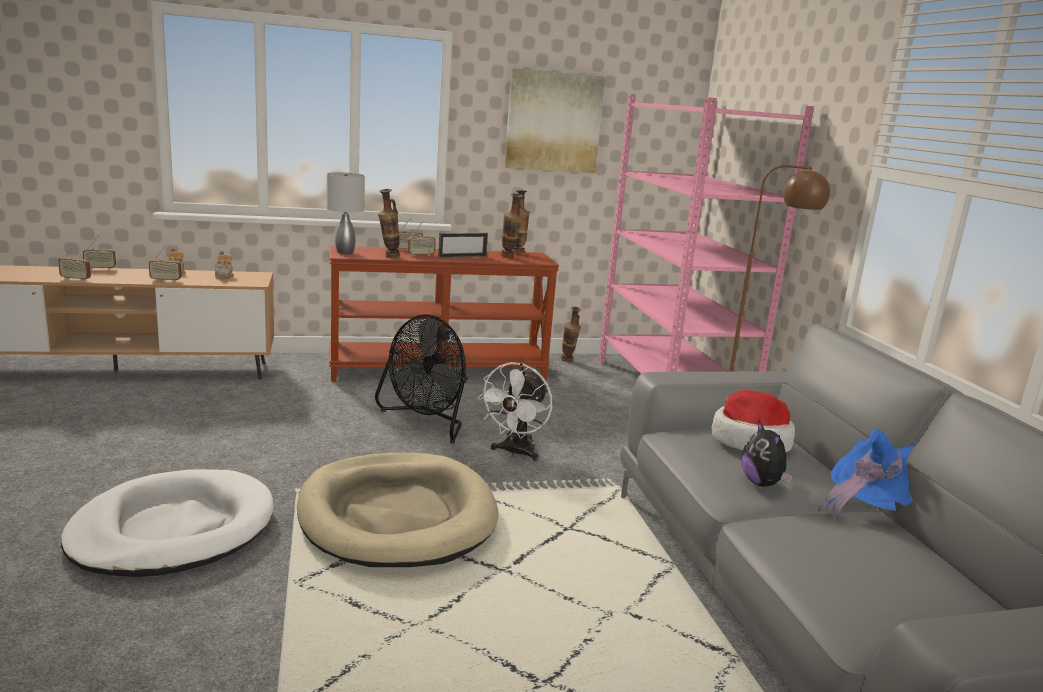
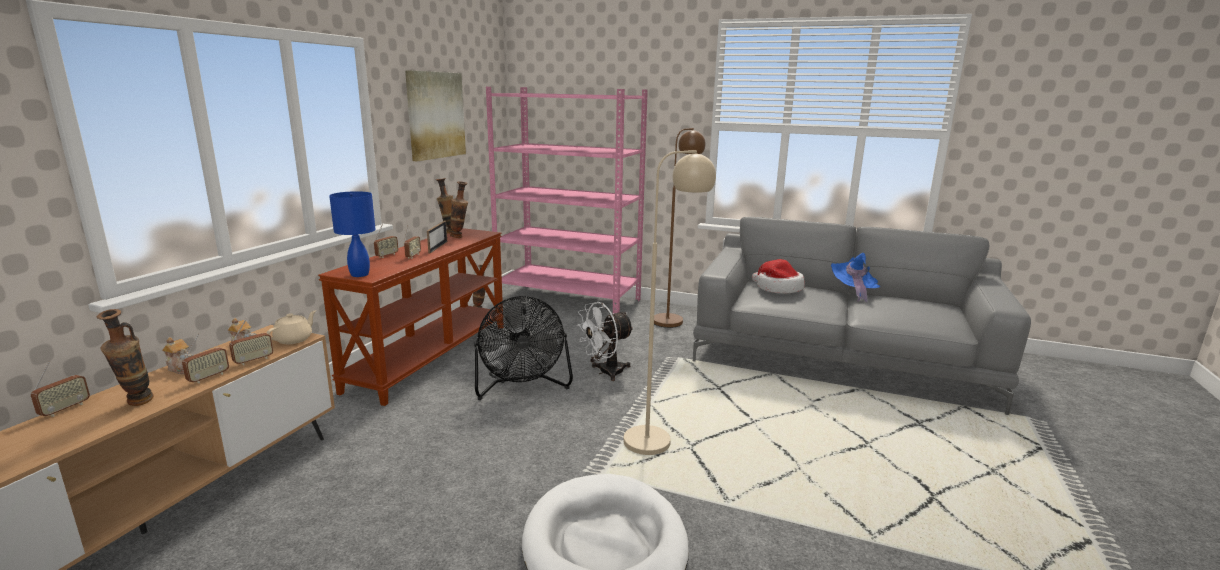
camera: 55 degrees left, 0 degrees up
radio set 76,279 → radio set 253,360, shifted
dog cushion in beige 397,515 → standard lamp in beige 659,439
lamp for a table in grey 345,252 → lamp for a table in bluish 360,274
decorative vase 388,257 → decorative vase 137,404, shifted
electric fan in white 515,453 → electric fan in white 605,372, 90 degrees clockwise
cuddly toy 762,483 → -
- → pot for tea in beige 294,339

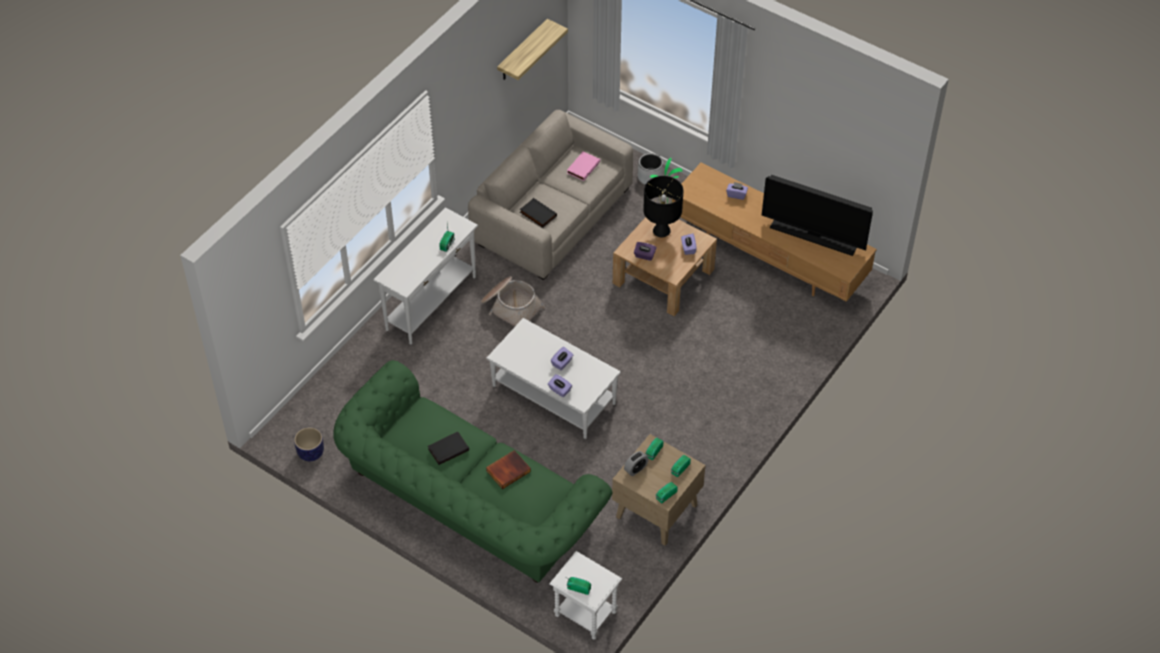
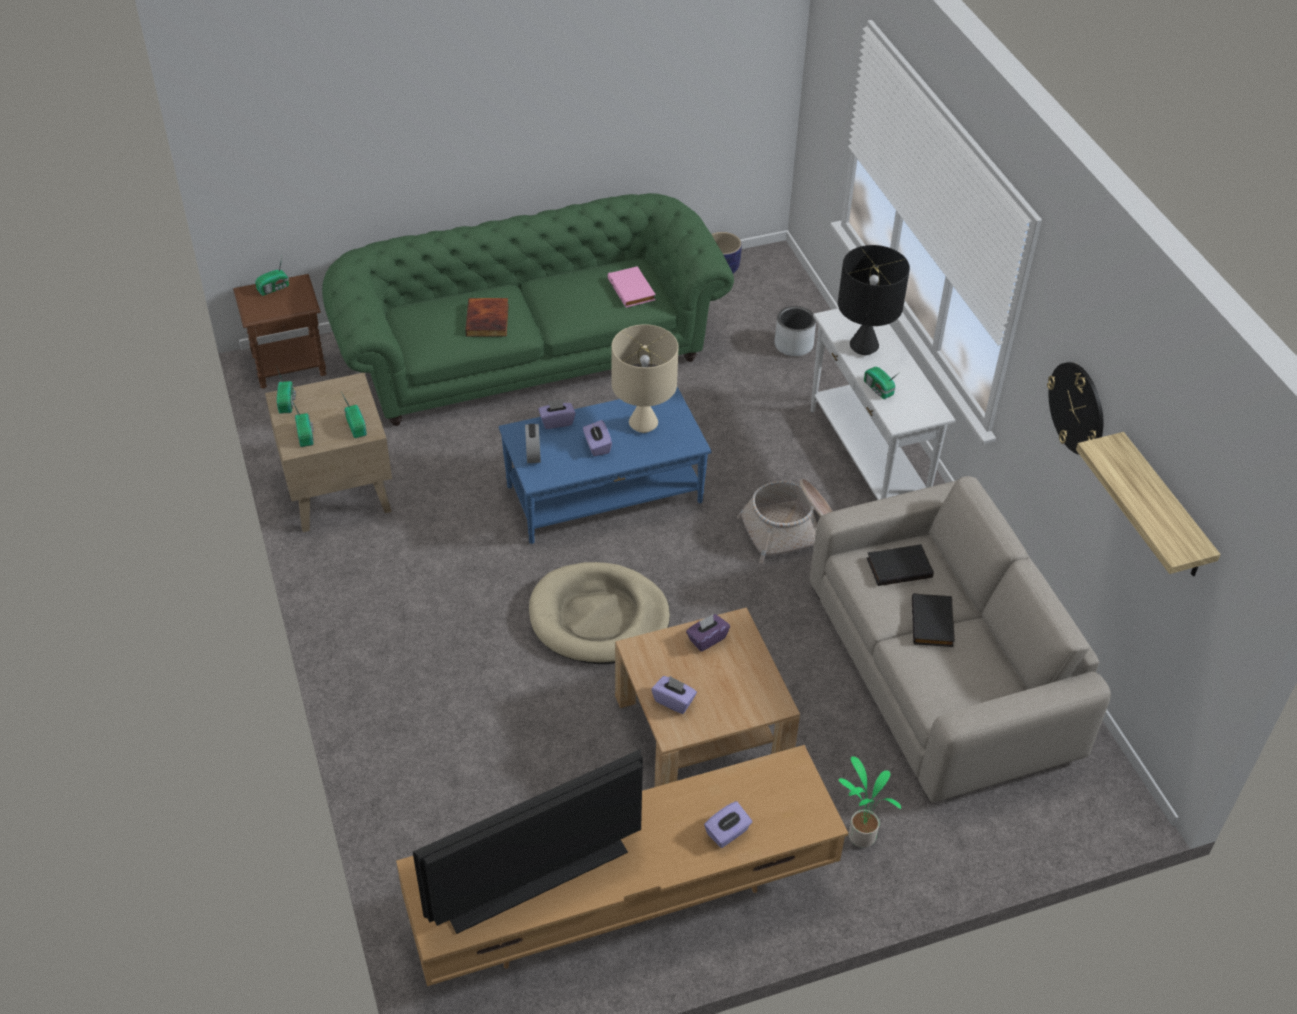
camera: 125 degrees right, 5 degrees down
book in black 448,449 → book in black 933,623, shifted
low table in white 553,394 → low table in bluish 605,494
accent table in white 585,614 → accent table in brownish 289,364
book in pink 582,167 → book in pink 632,289, shifted
bedside clock 636,469 → bedside clock 533,454, shifted
flower pot in grey 649,177 → flower pot in grey 794,345, shifted
lamp for a table in black 661,232 → lamp for a table in black 863,347, shifted
- → dog cushion in beige 599,618
- → lamp for a table in beige 643,425
- → hanging clock 1077,408

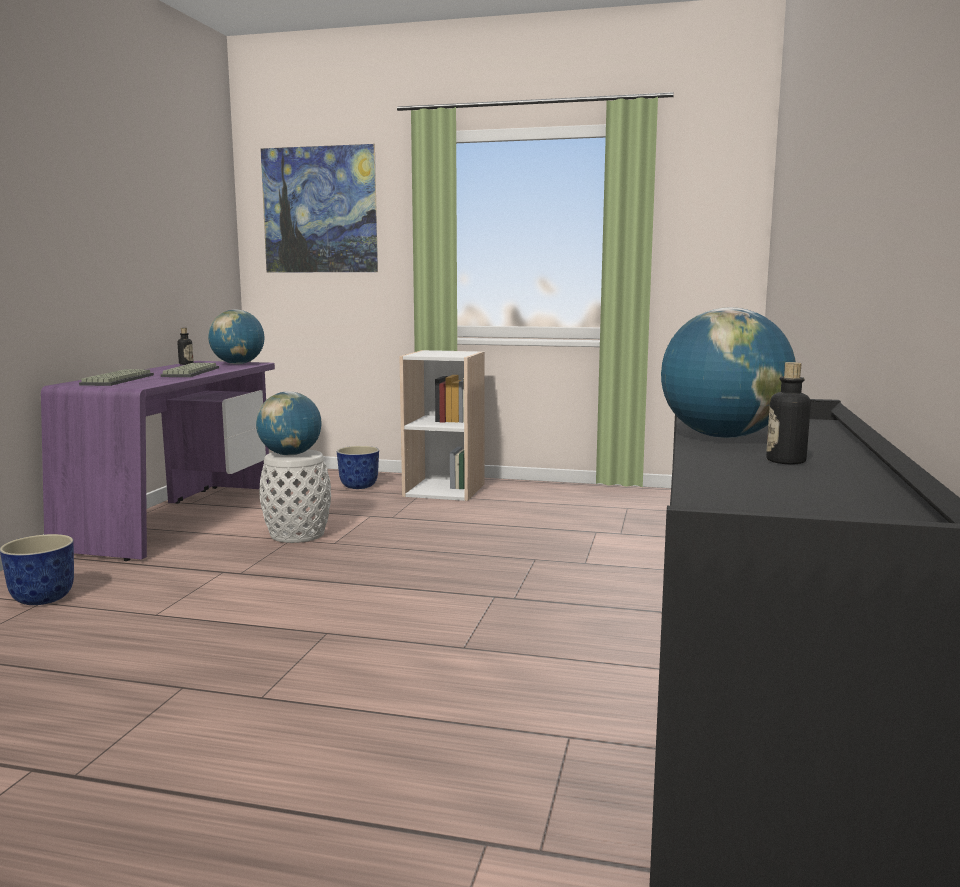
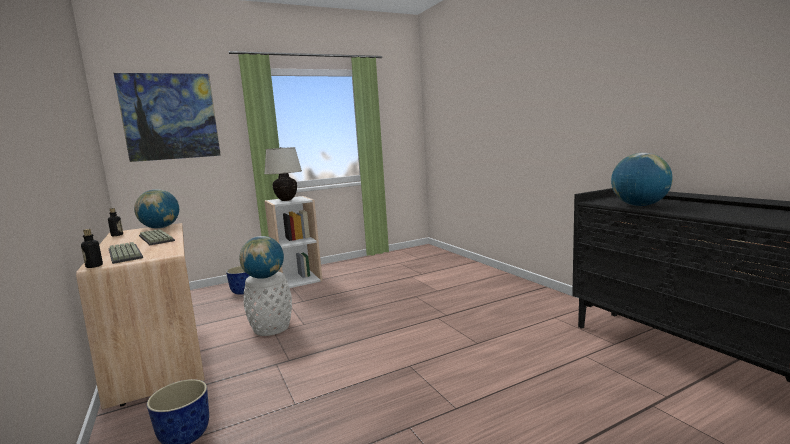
camera: 40 degrees left, 0 degrees up
desk unit in purplish 178,518 → desk unit in beige 160,348
bottle 785,461 → bottle 94,266, shifted
- → lamp for a table in beige 286,200

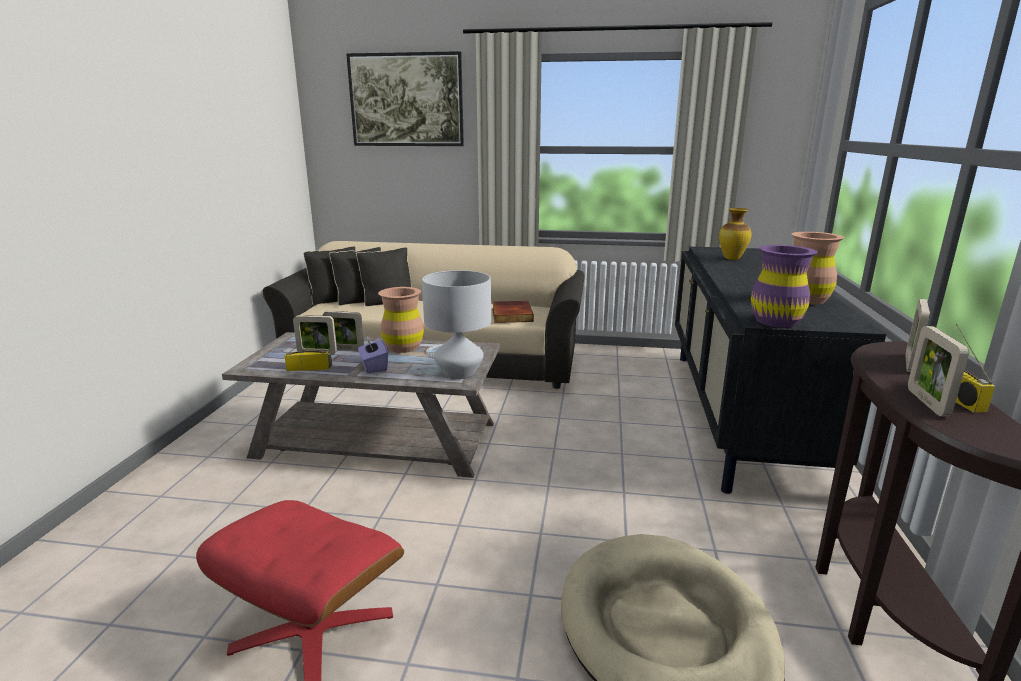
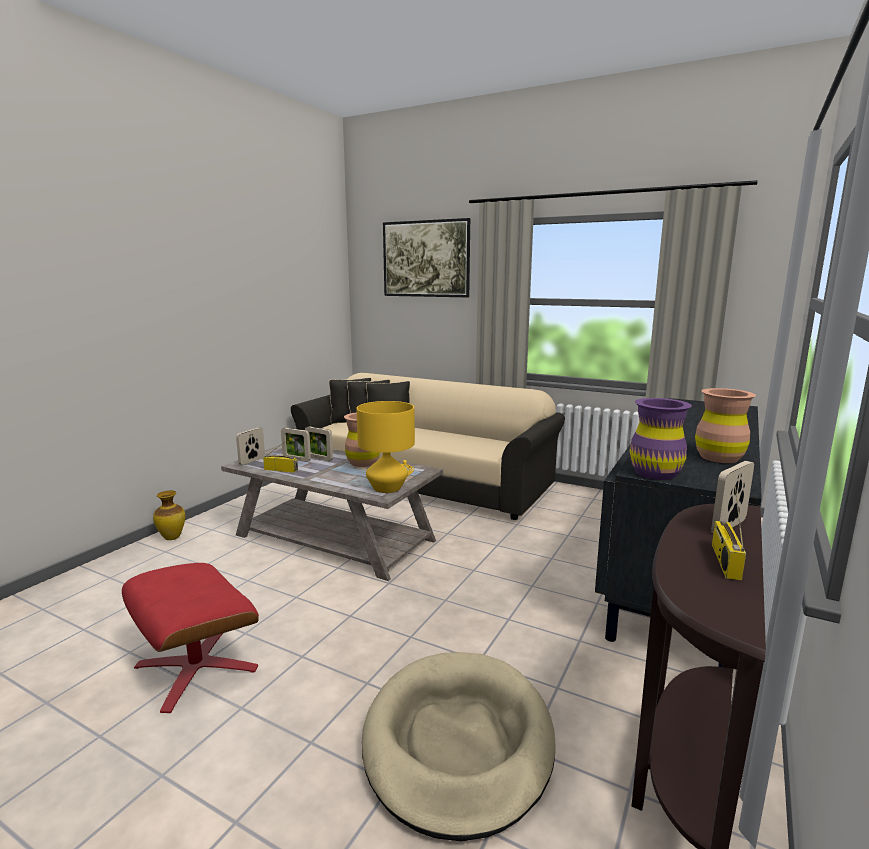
camera: 20 degrees right, 5 degrees down
tissue box in purplish 374,367 → -
lamp for a table in grey 455,364 → lamp for a table in yellow 390,481
book 510,315 → -
decorative vase 731,259 → decorative vase 172,538, shifted
picture frame 927,402 → picture frame 252,461, shifted

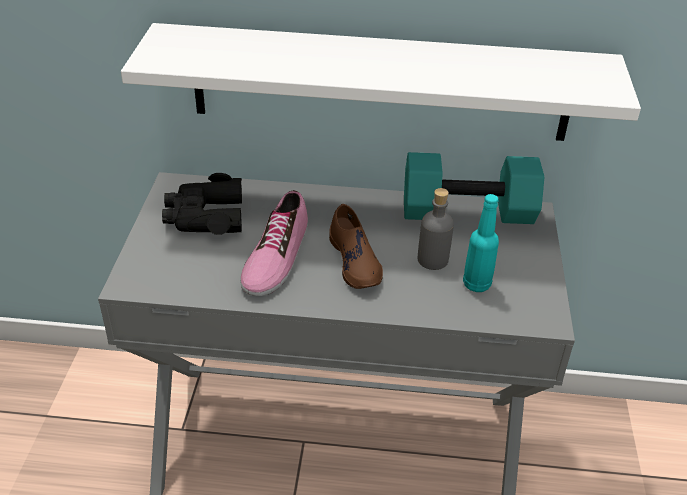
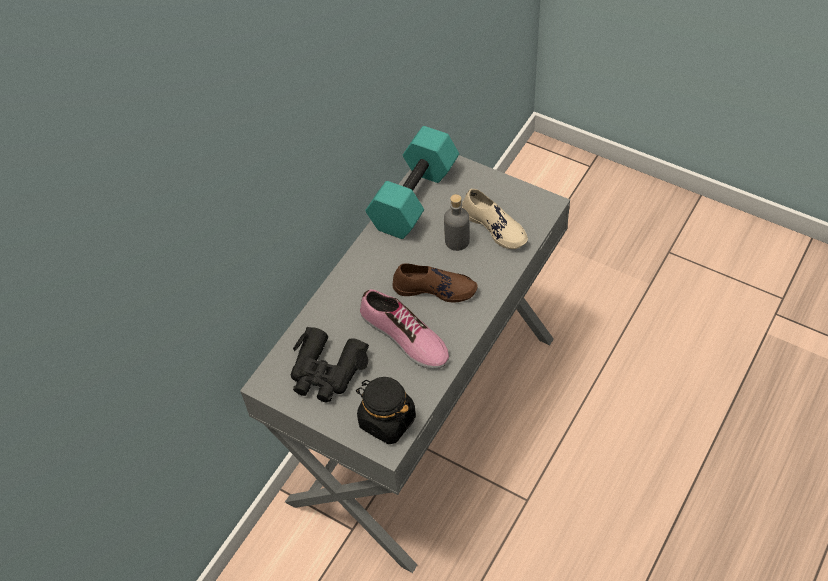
camera: 60 degrees left, 15 degrees up
shelf in white 380,83 → -
bottle in turquoise-coloured 477,284 → shoe in beige 495,226
- → jar in black 387,420

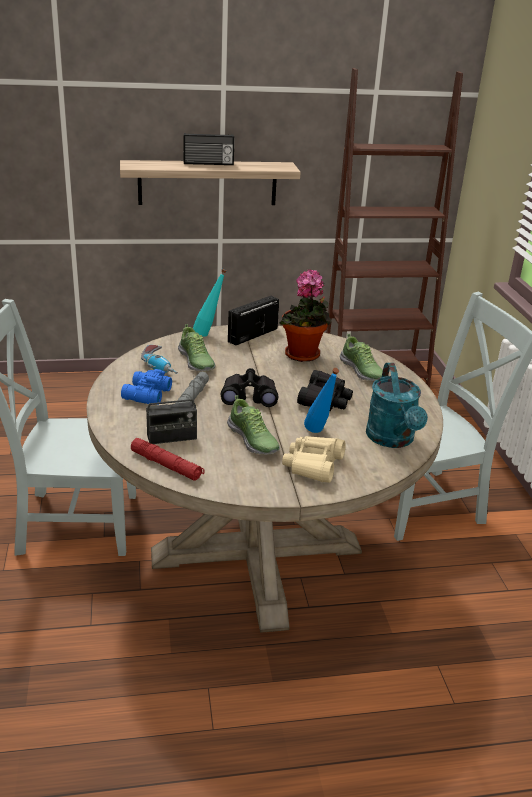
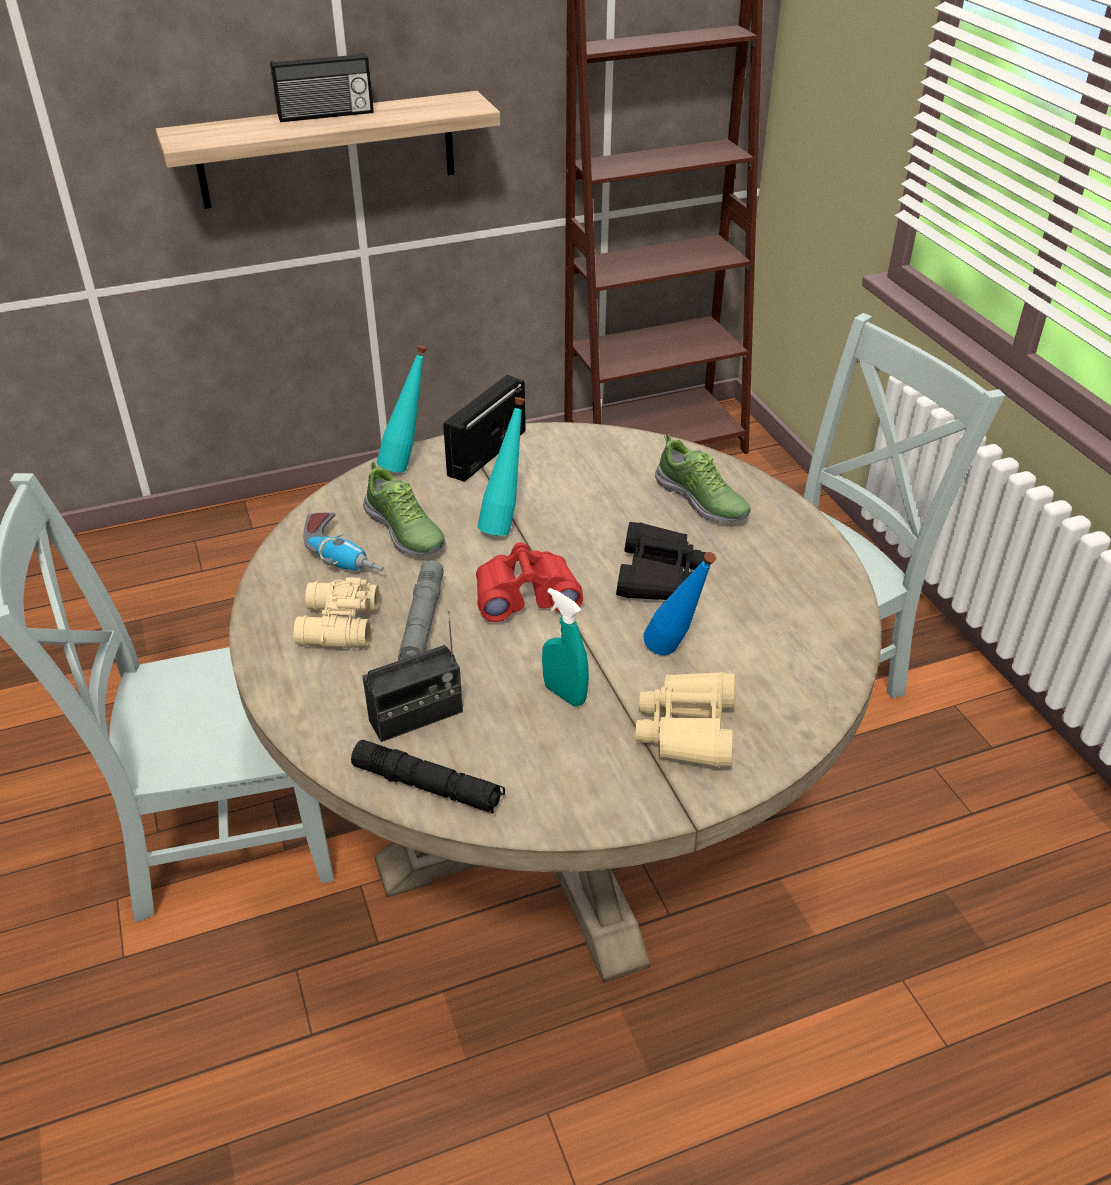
camera: 10 degrees left, 10 degrees up
field glasses in bluish 145,395 → field glasses in beige 336,626
torch in reddish 166,465 → torch in black 428,786
field glasses in black 249,397 → field glasses in reddish 525,595
shoe 253,440 → sprayer in turquoise-coloured 564,694
potted plant 303,356 → -
sprinkling can in turquoise-coloured 393,440 → -
- → bottle in turquoise-coloured 505,524

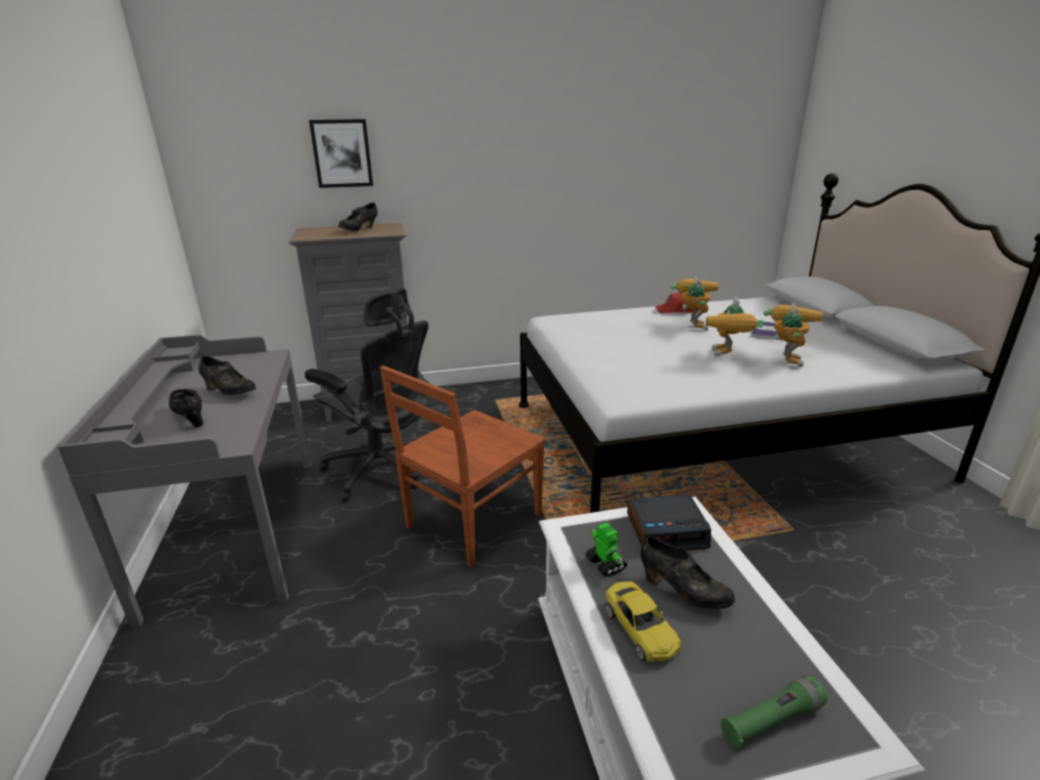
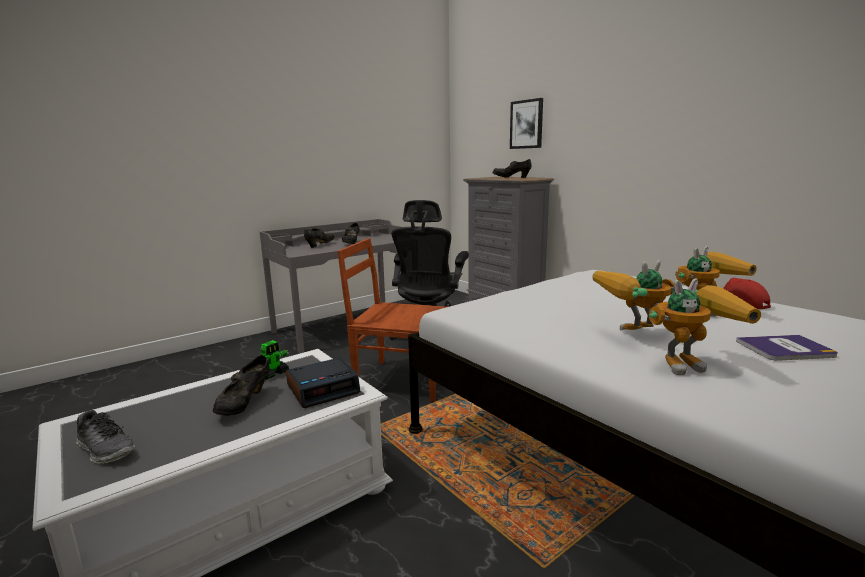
camera: 65 degrees right, 10 degrees down
toy car in yellow 640,628 → -
bedside clock 667,530 → bedside clock 323,389, 90 degrees counterclockwise
torch in green 771,721 → shoe 106,449

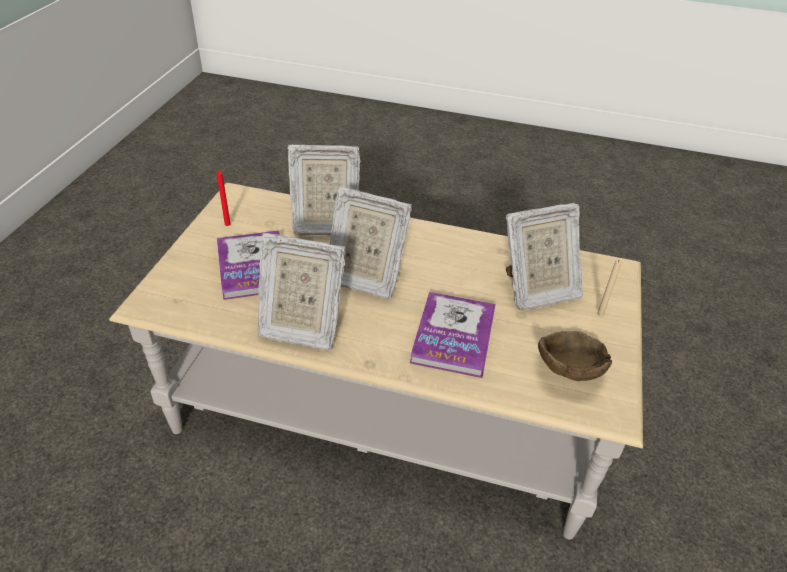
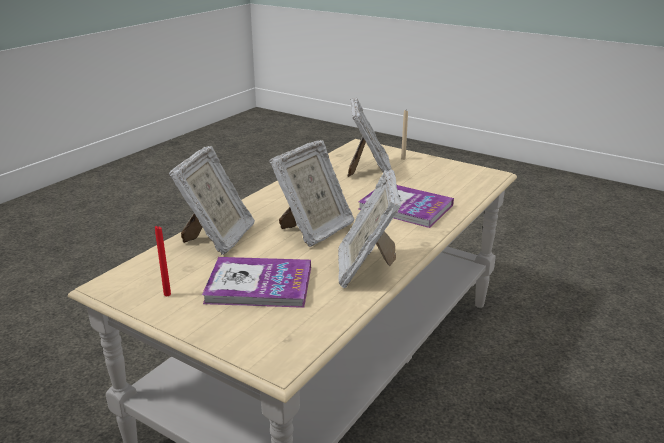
camera: 70 degrees left, 15 degrees down
picture frame 300,326 → picture frame 366,268, 150 degrees clockwise
bowl in brownish 570,368 → -

